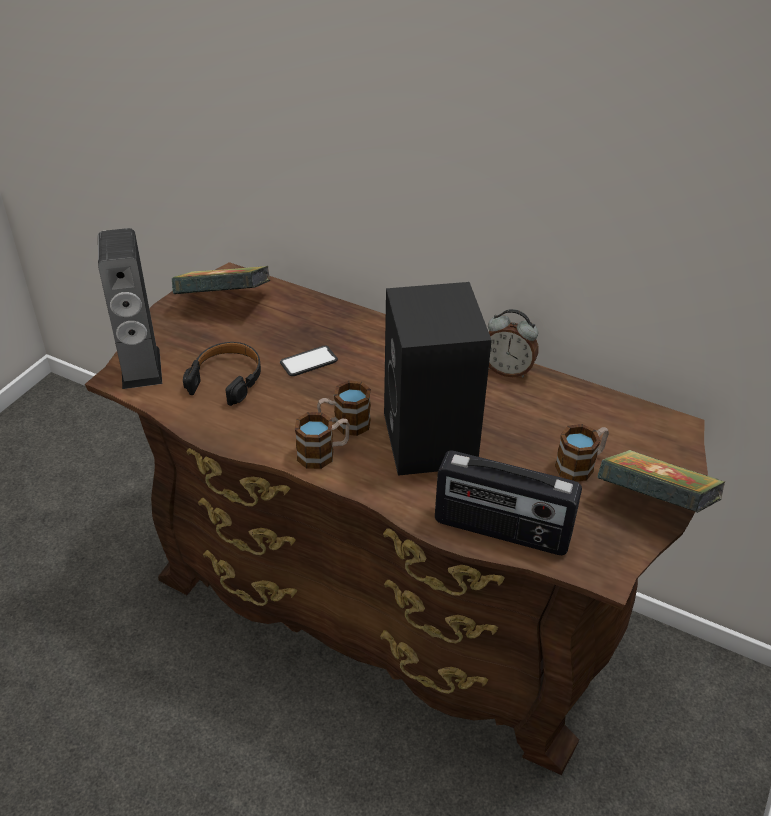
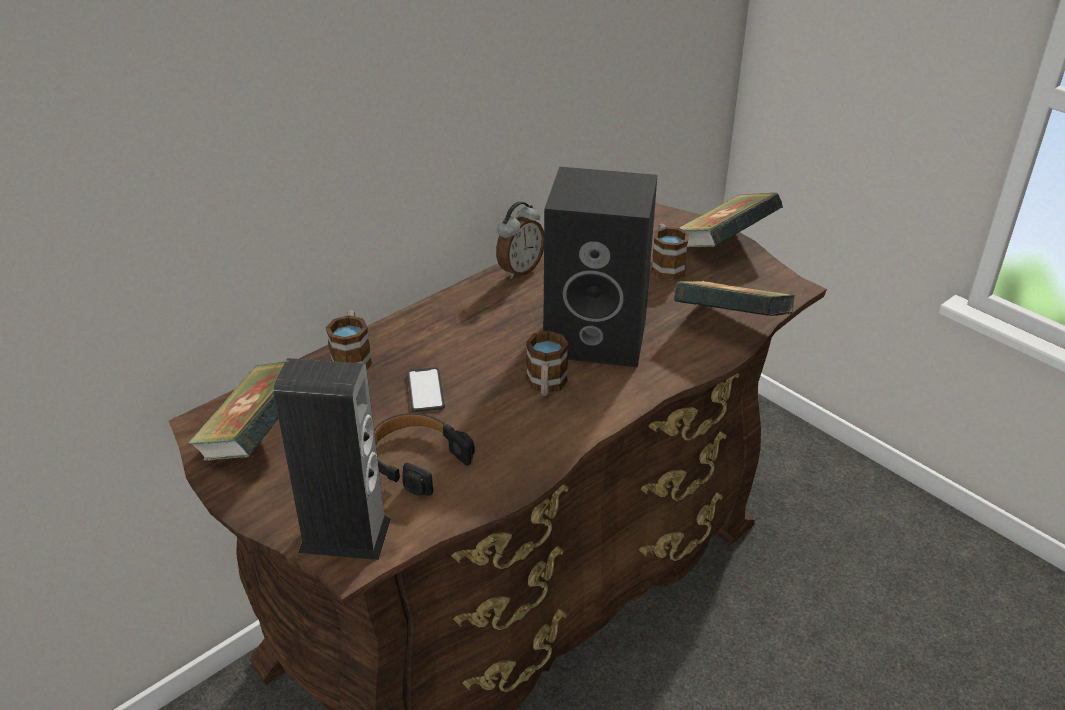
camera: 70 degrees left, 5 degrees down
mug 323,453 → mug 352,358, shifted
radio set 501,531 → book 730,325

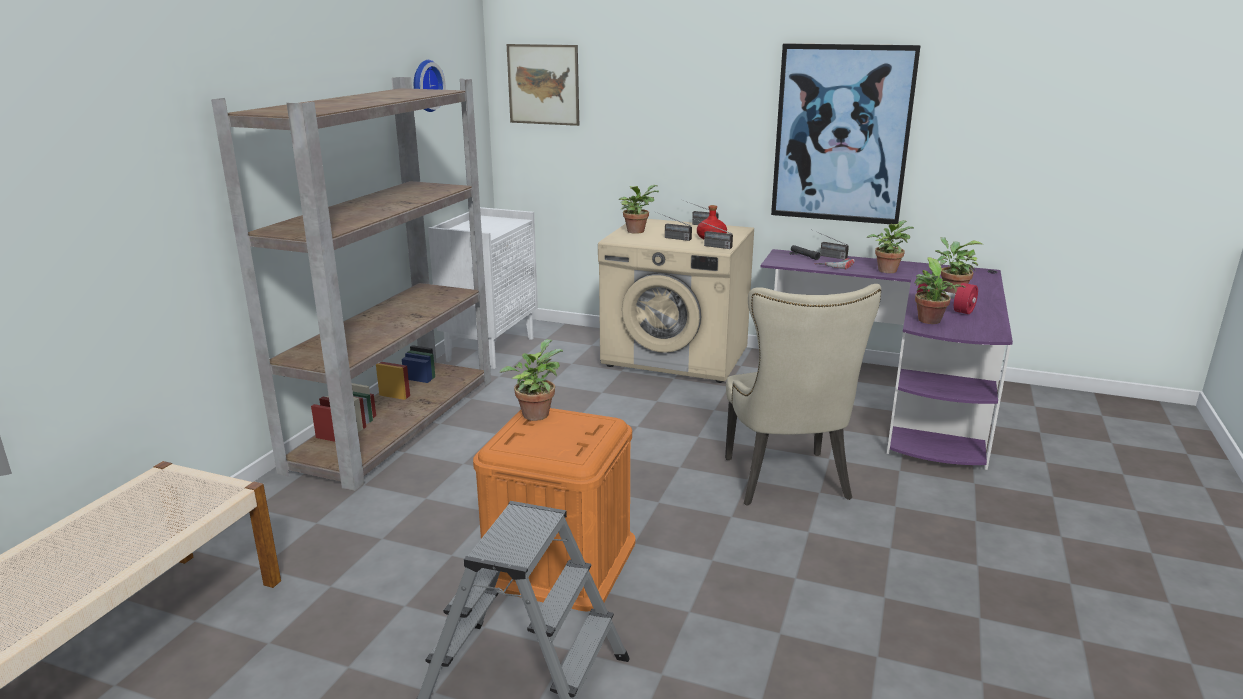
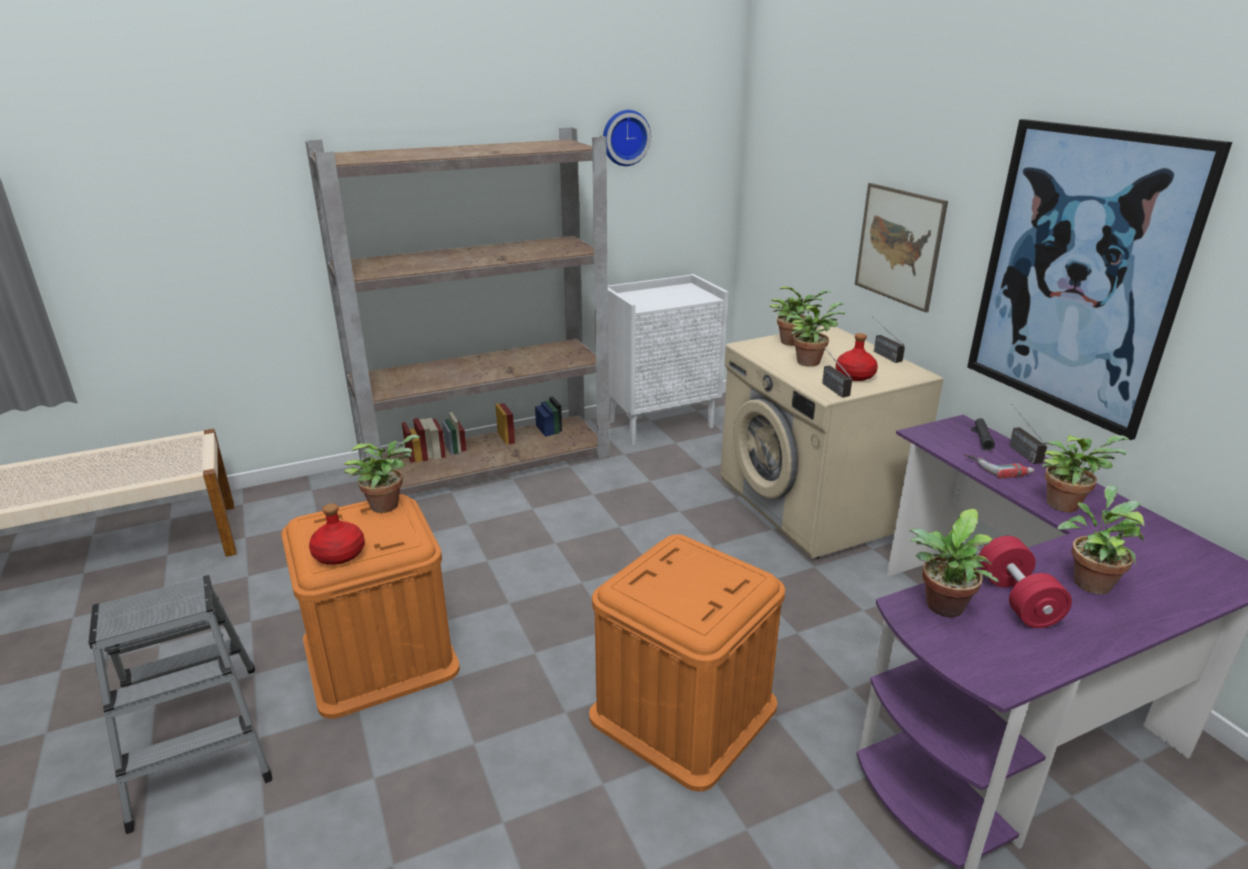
camera: 45 degrees right, 5 degrees up
wall art 543,84 → wall art 898,246, shifted
radio set 671,238 → potted plant 809,361
upright chair in beige 786,480 → storage bin in orange-coloured 683,711
- → bottle in reddish 339,554

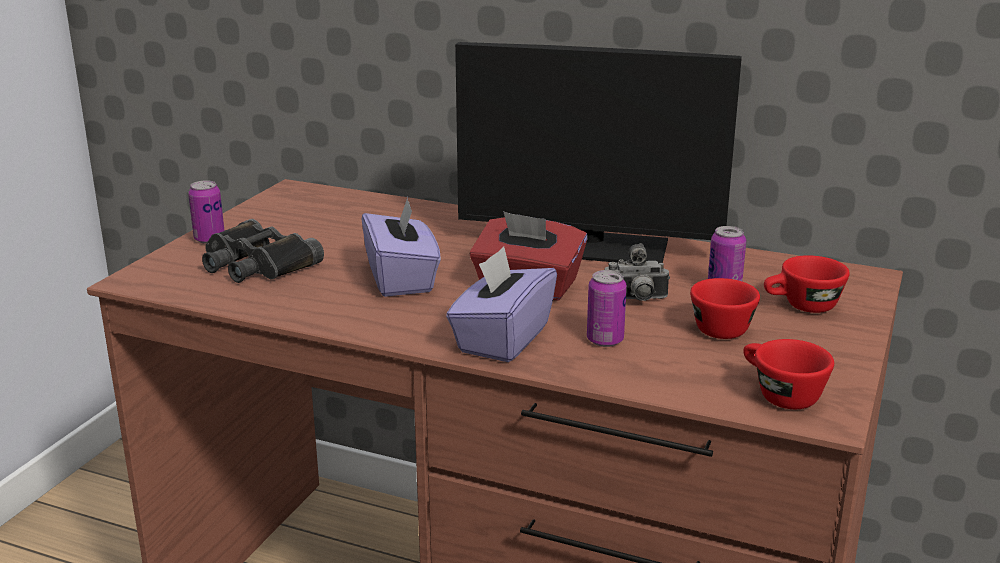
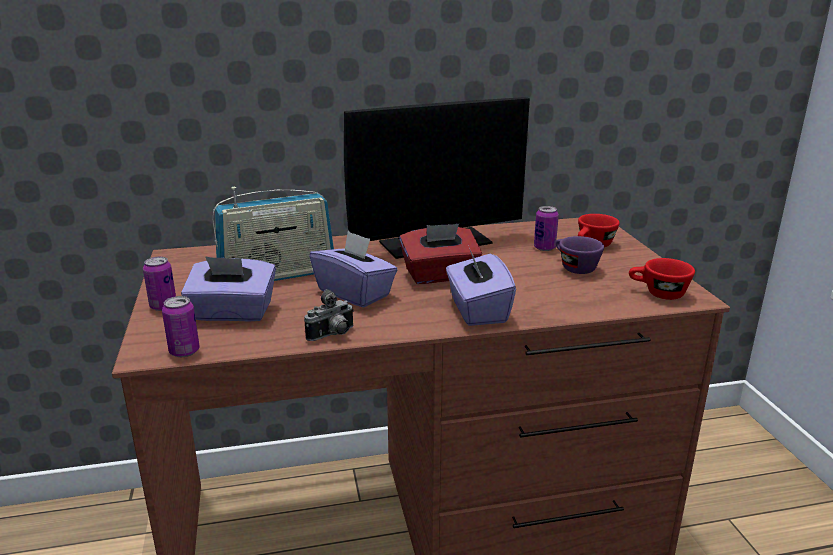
camera: 35 degrees left, 0 degrees up
field glasses in black 256,264 → tissue box in purplish 233,313
can 605,340 → can 184,351, shifted
photo camera 636,300 → photo camera 333,335, shifted
small cup in reddish 719,326 → small cup in purplish 574,267
- → radio set 278,275

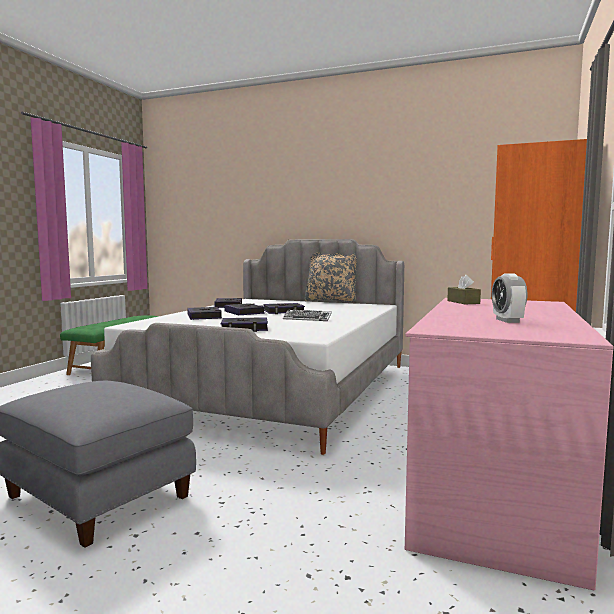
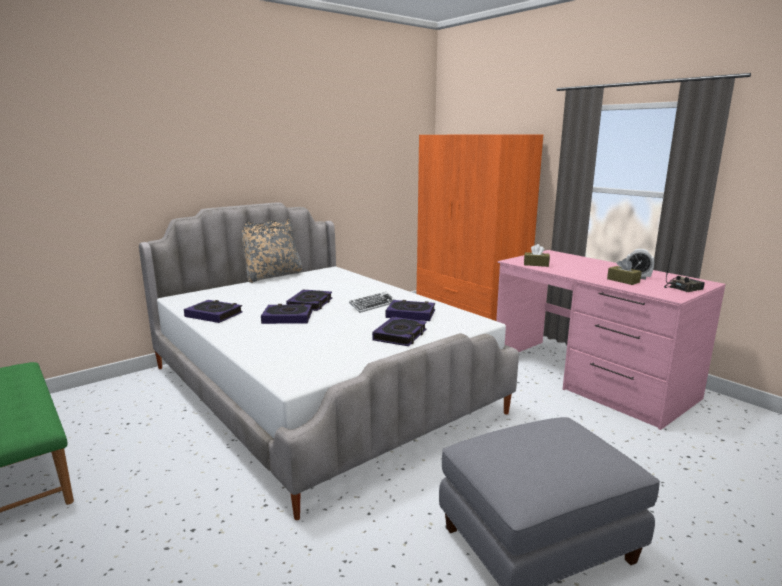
camera: 60 degrees left, 10 degrees up
book 204,317 → book 410,314, shifted
- → tissue box in brownish 623,281
- → radio set 683,288

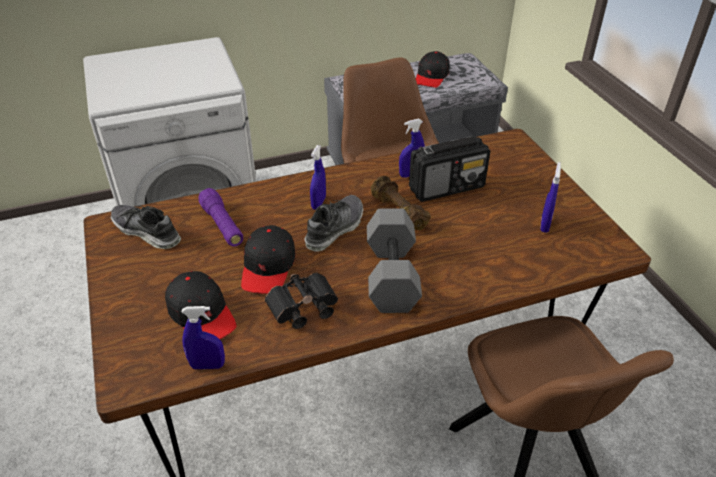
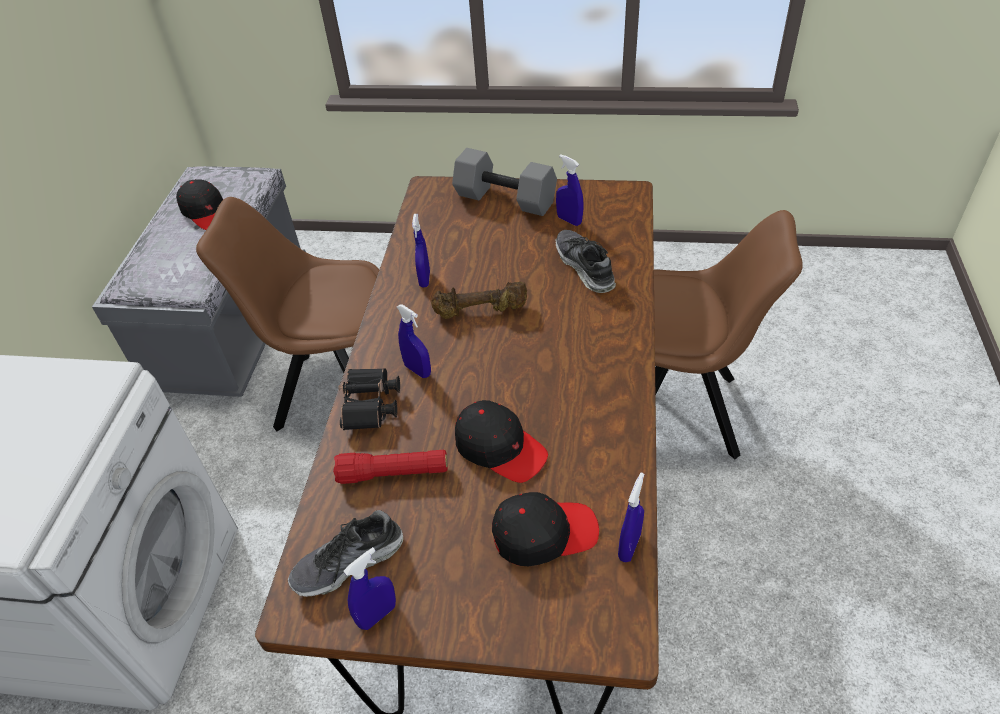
camera: 60 degrees left, 5 degrees up
torch in purplish 222,225 → torch in reddish 393,473
field glasses in black 301,310 → field glasses in black 371,408, shifted
shoe 334,229 → shoe 584,267, shifted
free weight in grey 390,274 → free weight in grey 504,200, shifted
radio set 447,187 → -
- → sprayer in bluish 377,615

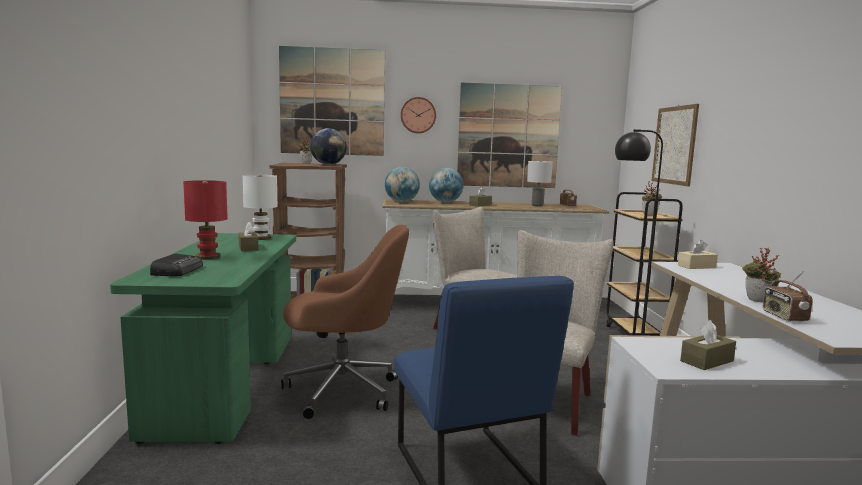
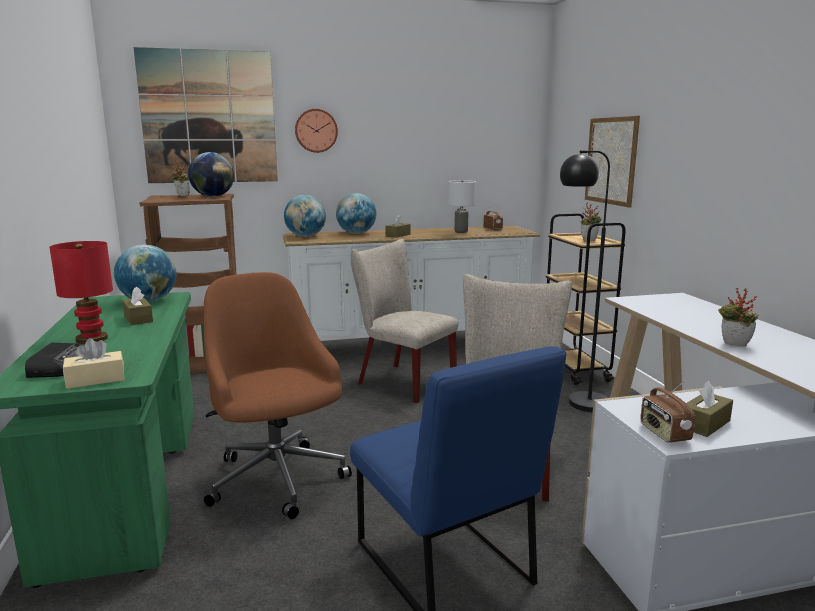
camera: 10 degrees left, 5 degrees up
lamp for a table in white 261,238 → globe 149,301
office chair in brownish 343,391 → office chair in brownish 276,478, 105 degrees counterclockwise
wall art 508,136 → -
tissue box in beige 696,266 → tissue box in beige 96,380, shifted
radio set 783,317 → radio set 664,433, shifted

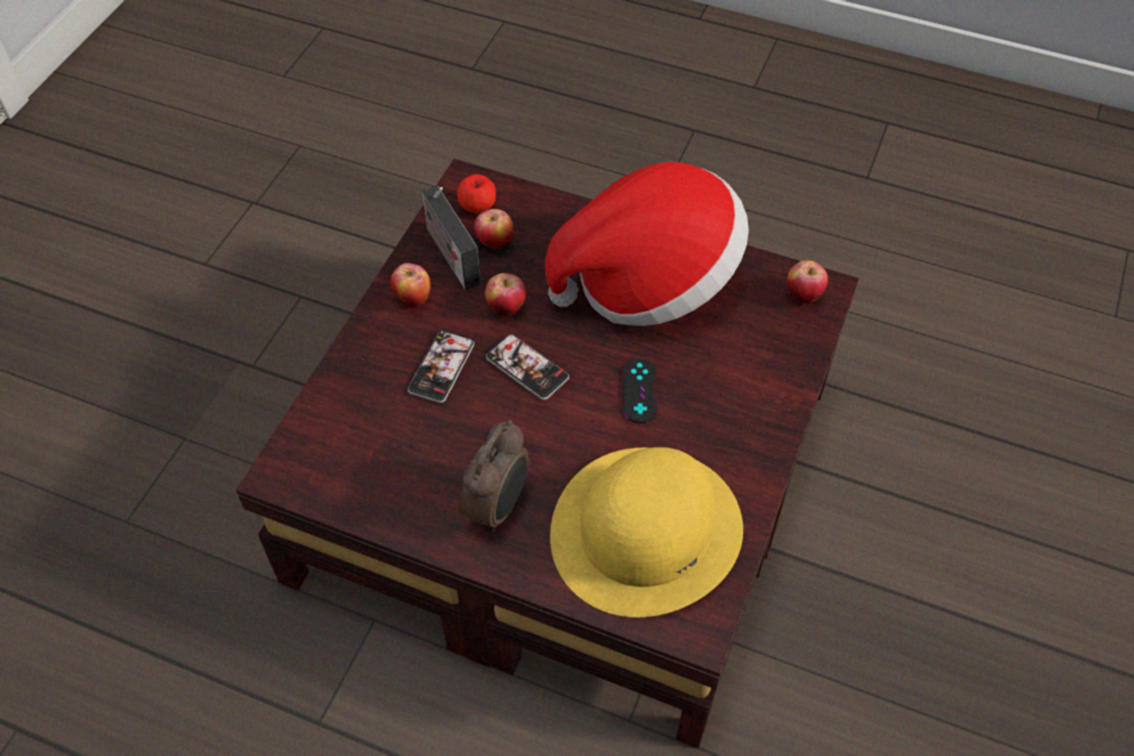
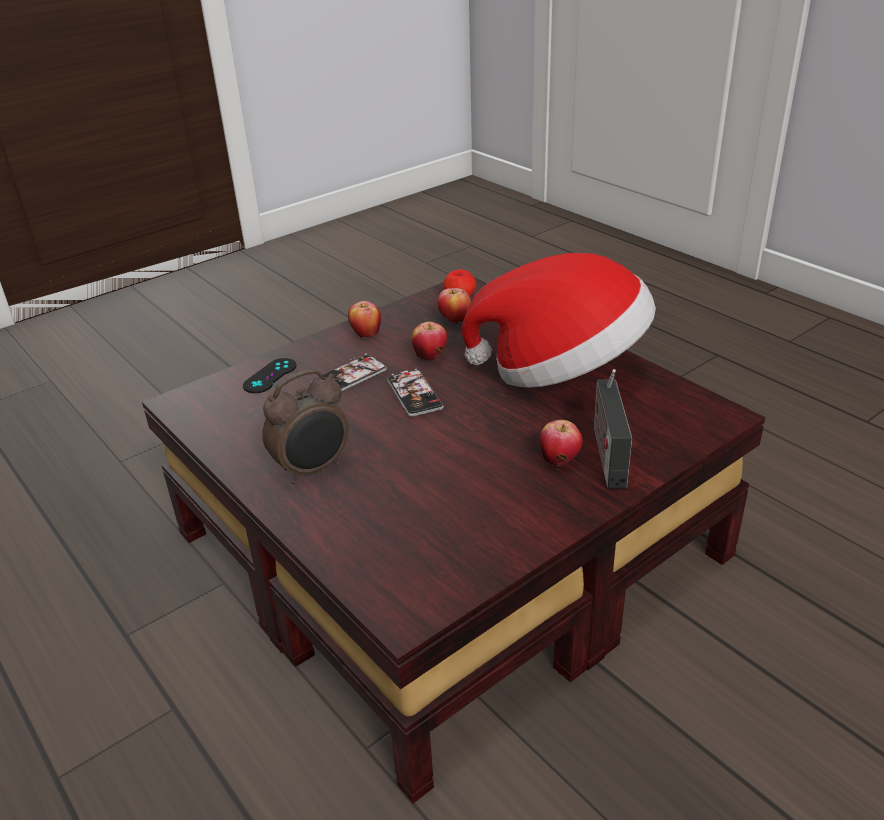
camera: 30 degrees right, 20 degrees down
radio set 450,253 → radio set 607,453, shifted
clothing hat in yellow 646,529 → -
joypad in black 639,391 → joypad in black 270,376, shifted
apple 803,295 → apple 559,461, shifted

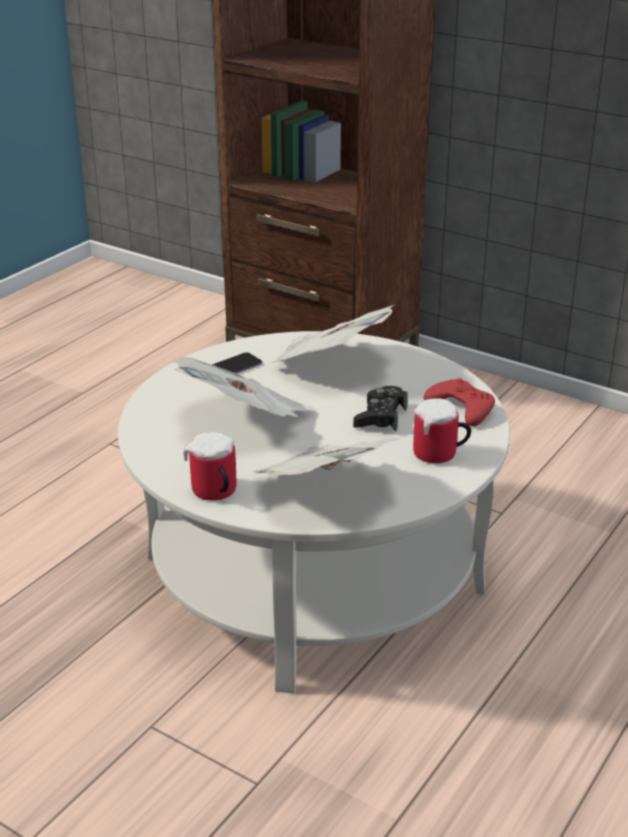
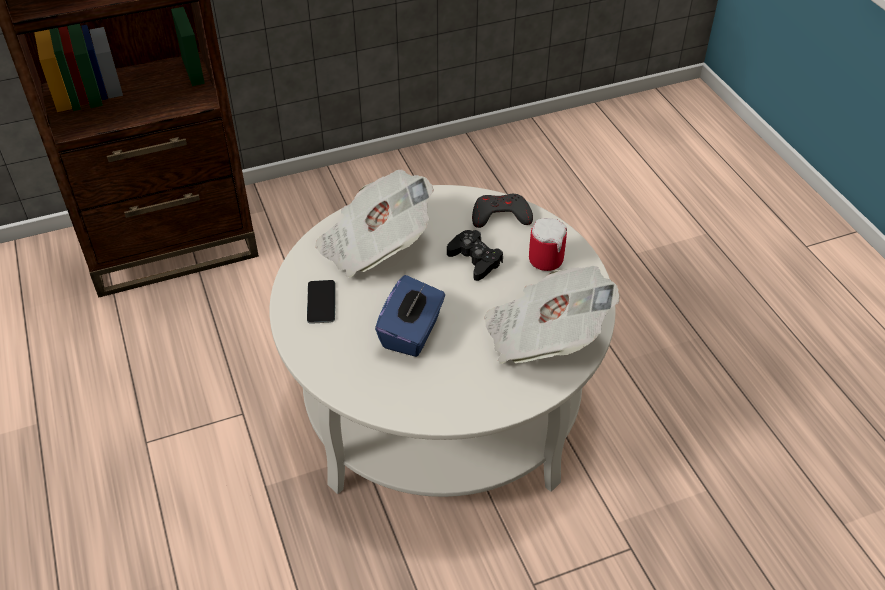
camera: 55 degrees left, 15 degrees up
daily paper 246,420 → tissue box in bluish 412,332
mug 214,493 → -
joypad in reddish 461,408 → joypad in grey 500,215

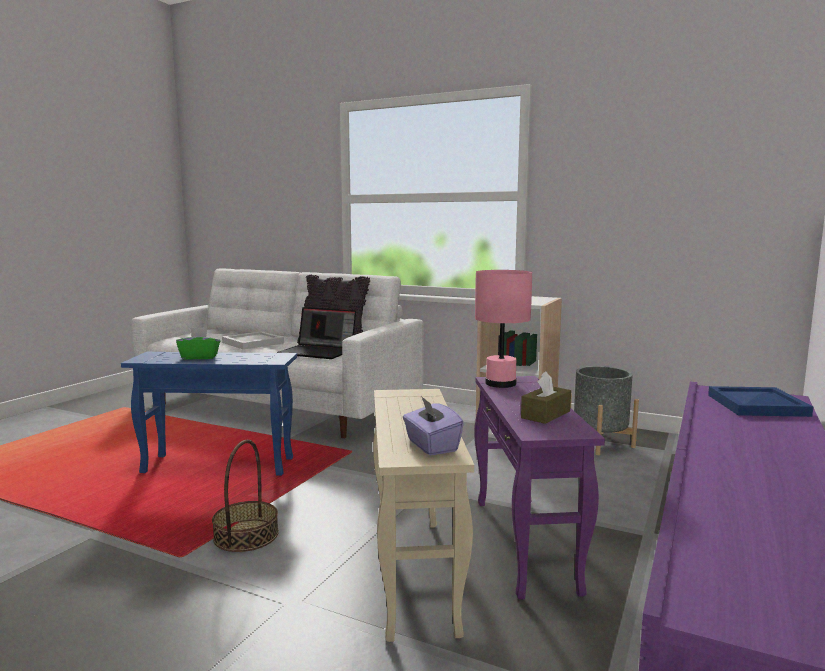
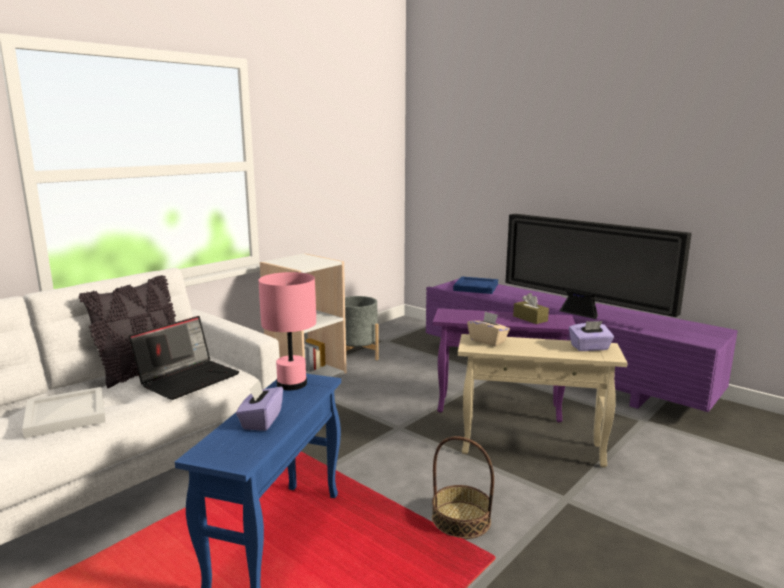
camera: 75 degrees left, 5 degrees up
tissue box in green 199,357 → tissue box in purplish 261,421
lamp for a table in pink 501,383 → lamp for a table in pink 291,384, shifted
- → tissue box in beige 487,341
- → television 582,314

